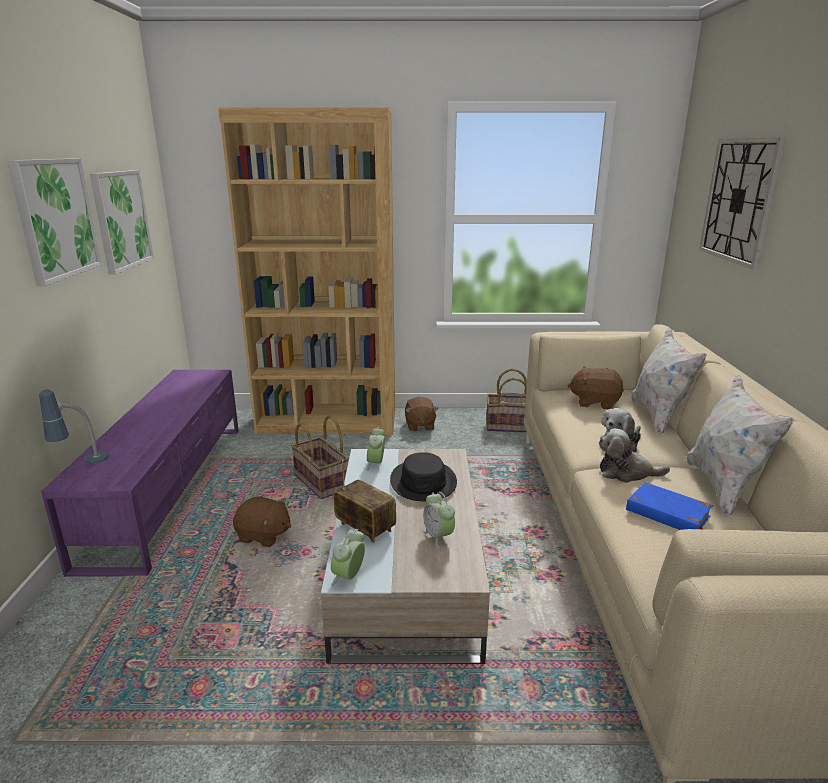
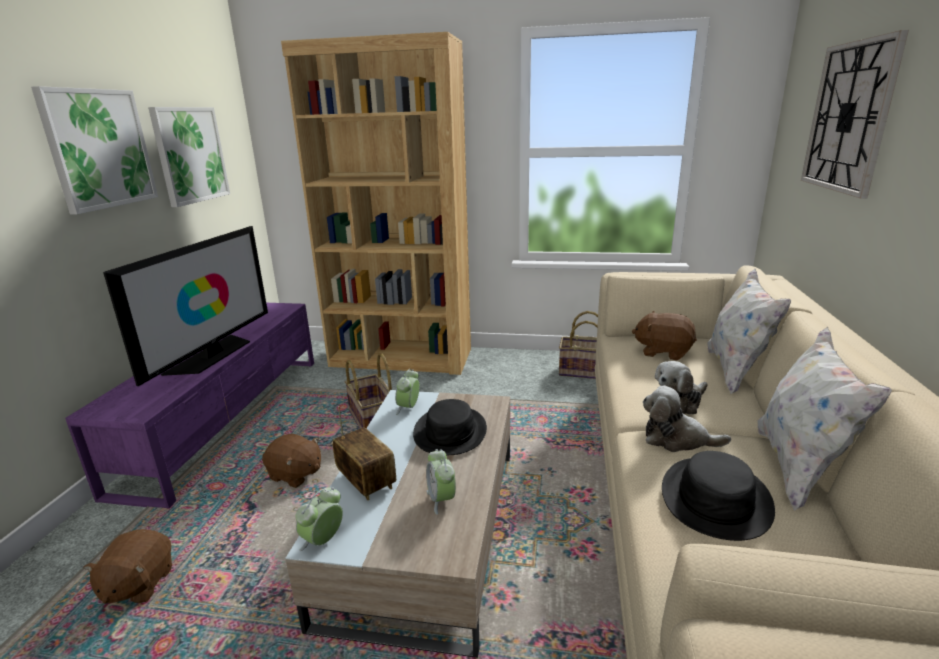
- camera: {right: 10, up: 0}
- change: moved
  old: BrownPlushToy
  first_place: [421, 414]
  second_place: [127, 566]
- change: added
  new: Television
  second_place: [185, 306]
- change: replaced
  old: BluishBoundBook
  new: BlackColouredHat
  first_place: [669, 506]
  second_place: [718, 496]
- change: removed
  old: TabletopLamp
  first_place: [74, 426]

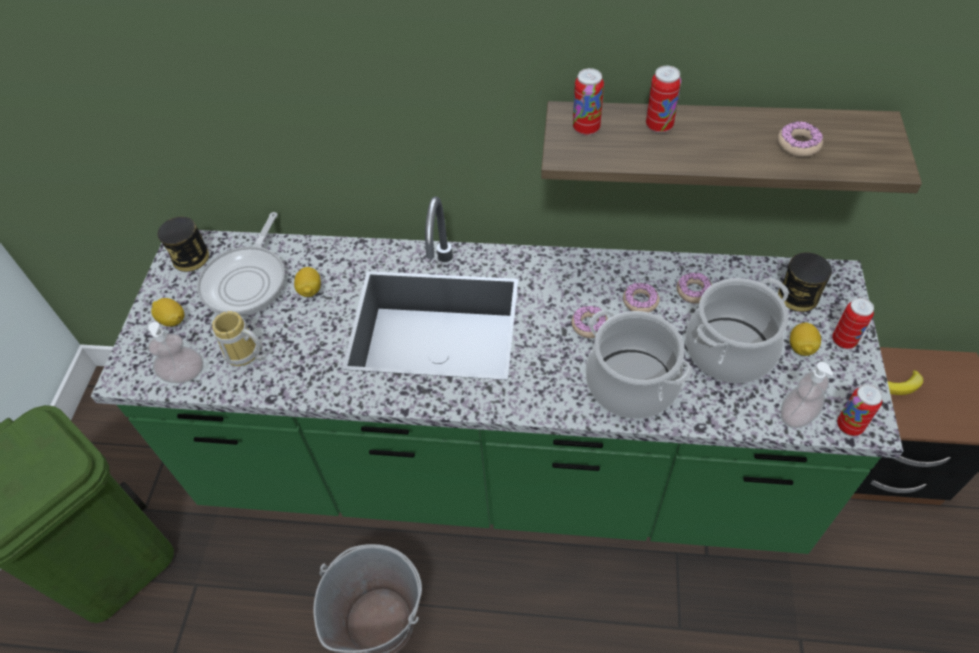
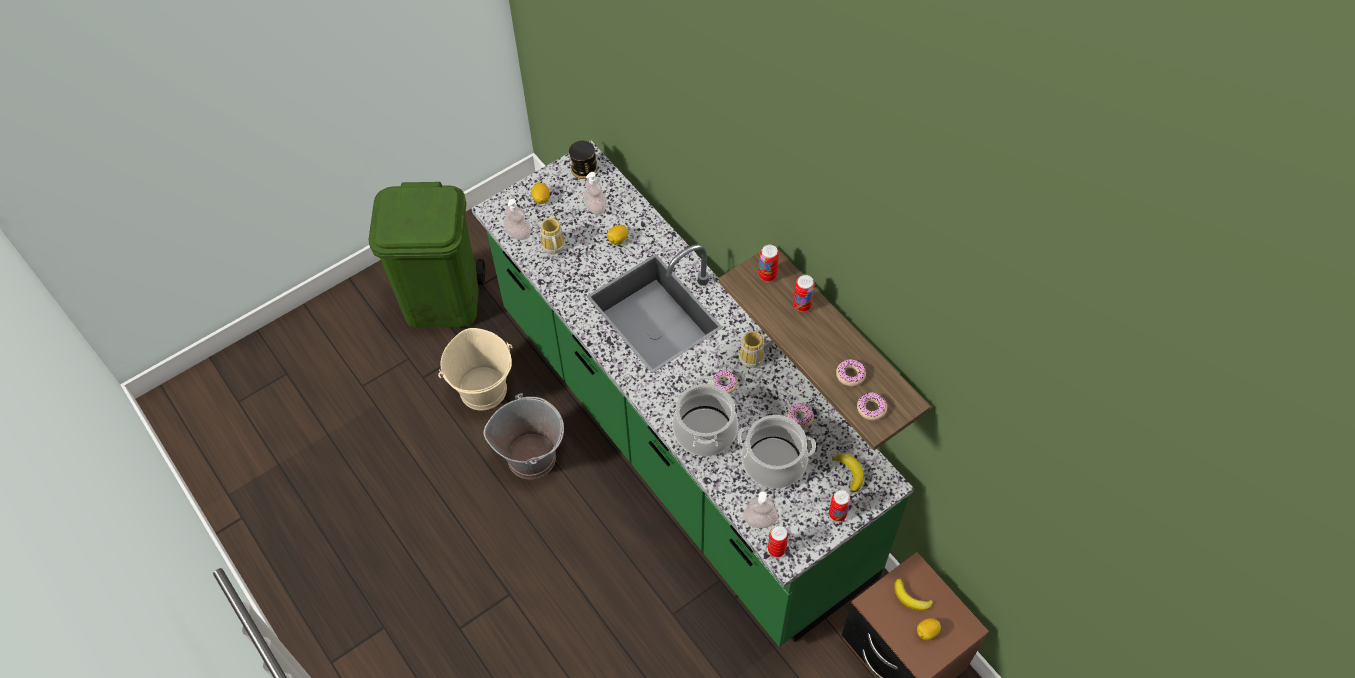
- camera: {right: 45, up: 5}
- change: added
  new: BeigeBucket
  second_place: [475, 369]
- change: replaced
  old: FryingPan
  new: LiquidSoapBottle
  first_place: [241, 264]
  second_place: [594, 193]
- change: added
  new: CoffeeMug
  second_place: [756, 349]
- change: replaced
  old: SealedCan
  new: BananaFruit
  first_place: [805, 282]
  second_place: [848, 472]
- change: moved
  old: RingDoughnut
  first_place: [641, 297]
  second_place: [872, 406]
- change: moved
  old: WholeLemon
  first_place: [805, 339]
  second_place: [929, 629]

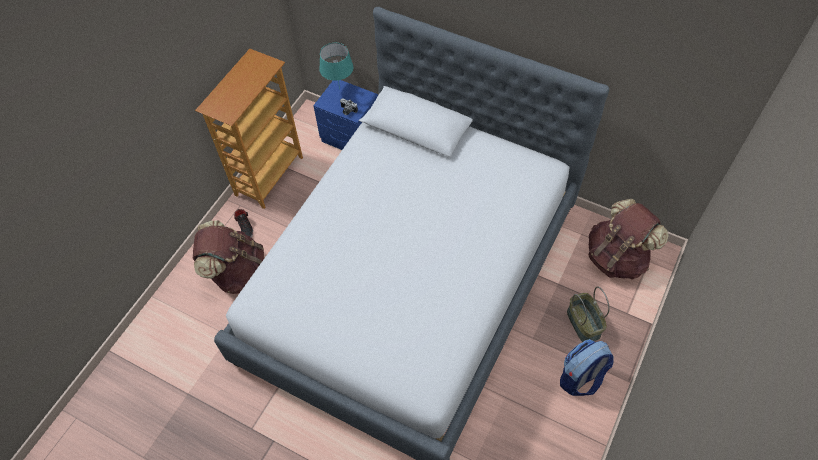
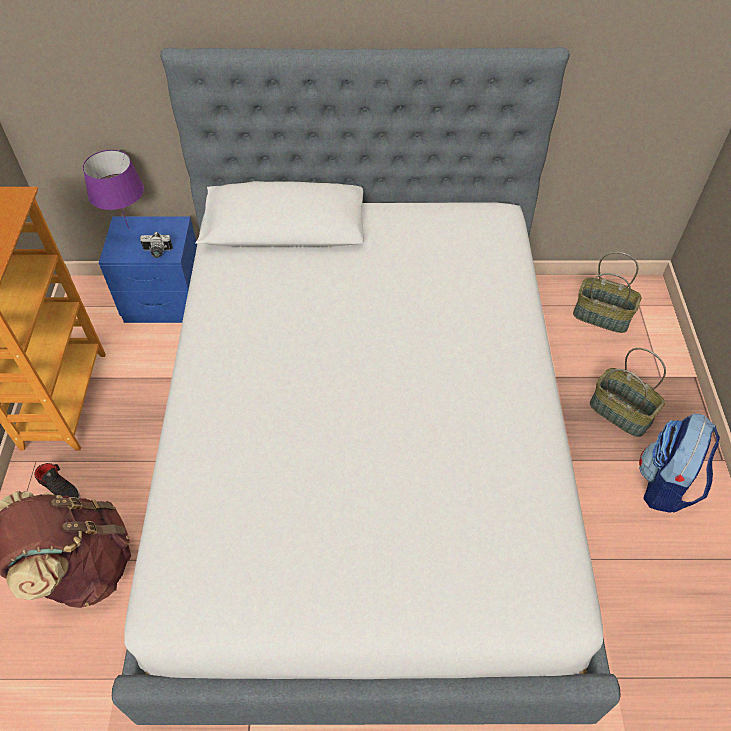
- camera: {right: -30, up: -5}
- change: recoloured
  old: TurquoiseColouredTabletopLamp
  new: PurpleTabletopLamp
  first_place: [336, 66]
  second_place: [113, 189]
- change: replaced
  old: BrownRucksack
  new: Basket
  first_place: [628, 239]
  second_place: [607, 292]

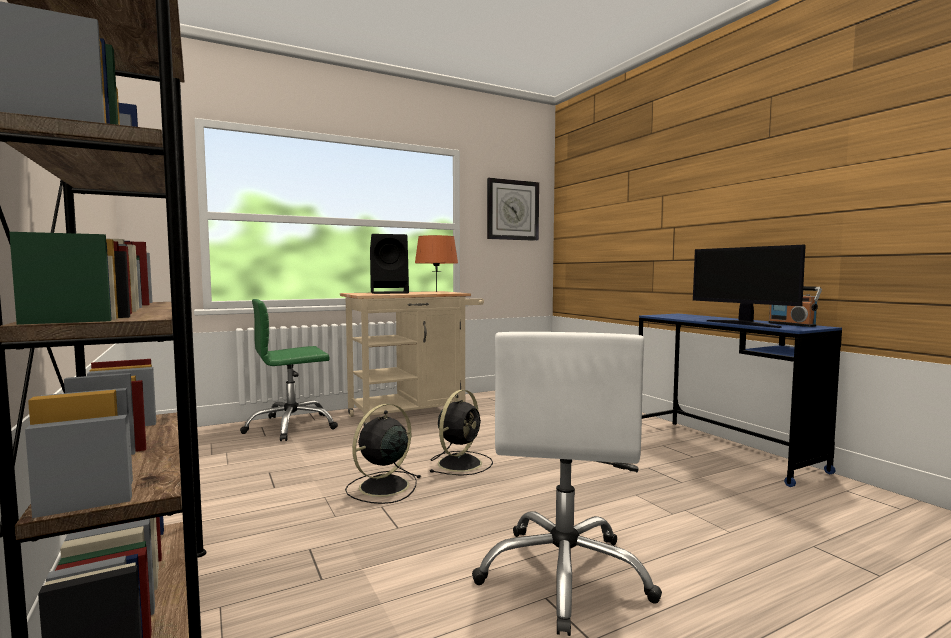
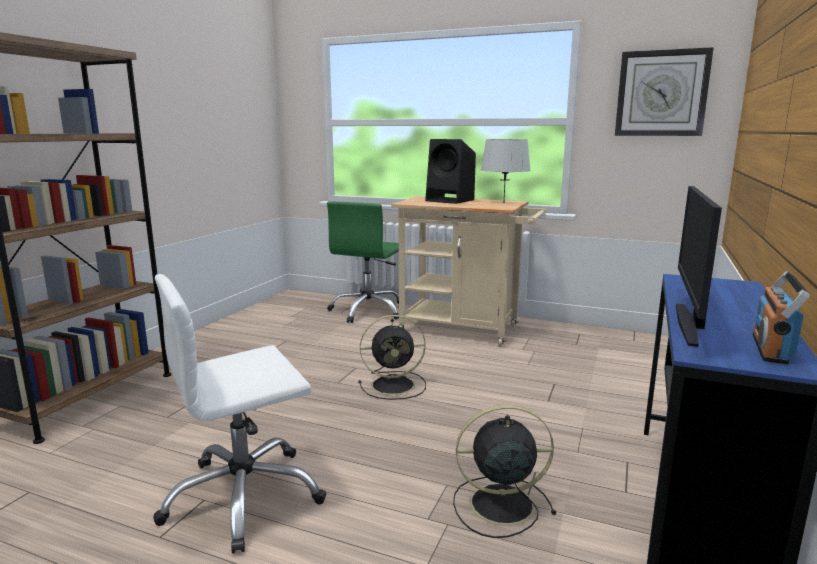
- camera: {right: 50, up: 10}
- change: turned
  old: GreenDeskChair
  first_place: [289, 370]
  second_place: [363, 262]
  degrees: -90
- change: moved
  old: BlackColouredCoolingFan
  first_place: [383, 454]
  second_place: [504, 471]
- change: recoloured
  old: OrangeTabletopLamp
  new: GrayTabletopLamp
  first_place: [436, 263]
  second_place: [506, 169]

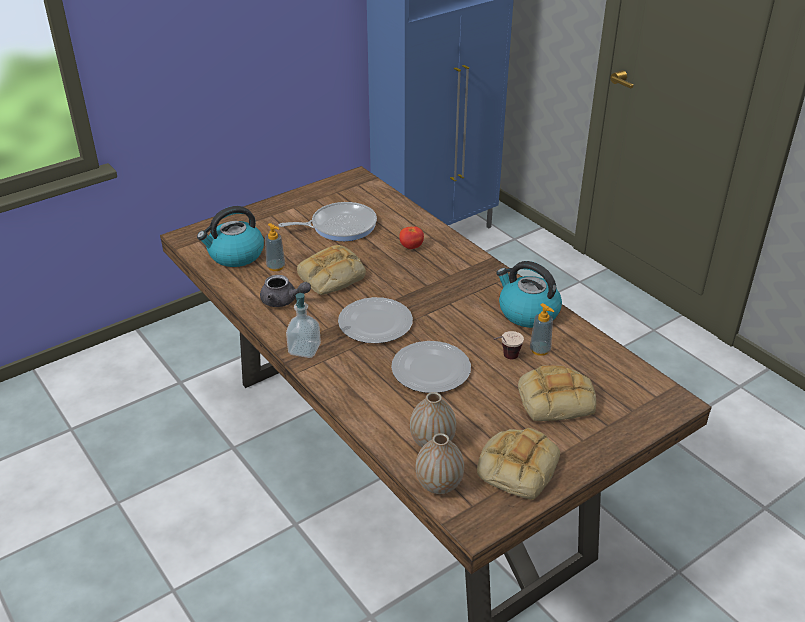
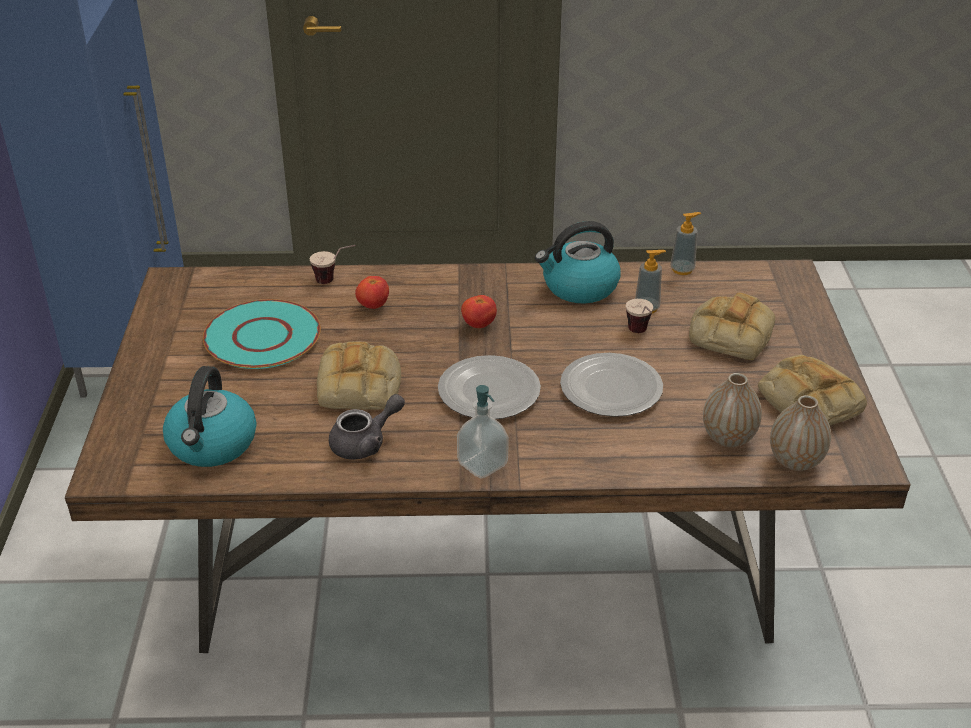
- camera: {right: -55, up: 0}
- change: replaced
  old: FryingPan
  new: TurquoiseColouredPlate
  first_place: [328, 221]
  second_place: [262, 334]
- change: added
  new: SmallCup
  second_place: [333, 264]
- change: added
  new: WholeTomato
  second_place: [479, 311]
- change: moved
  old: LiquidSoapBottle
  first_place: [275, 247]
  second_place: [685, 243]

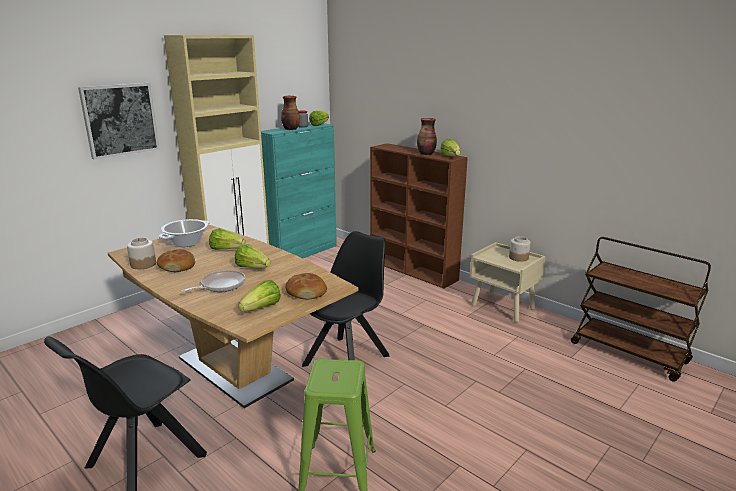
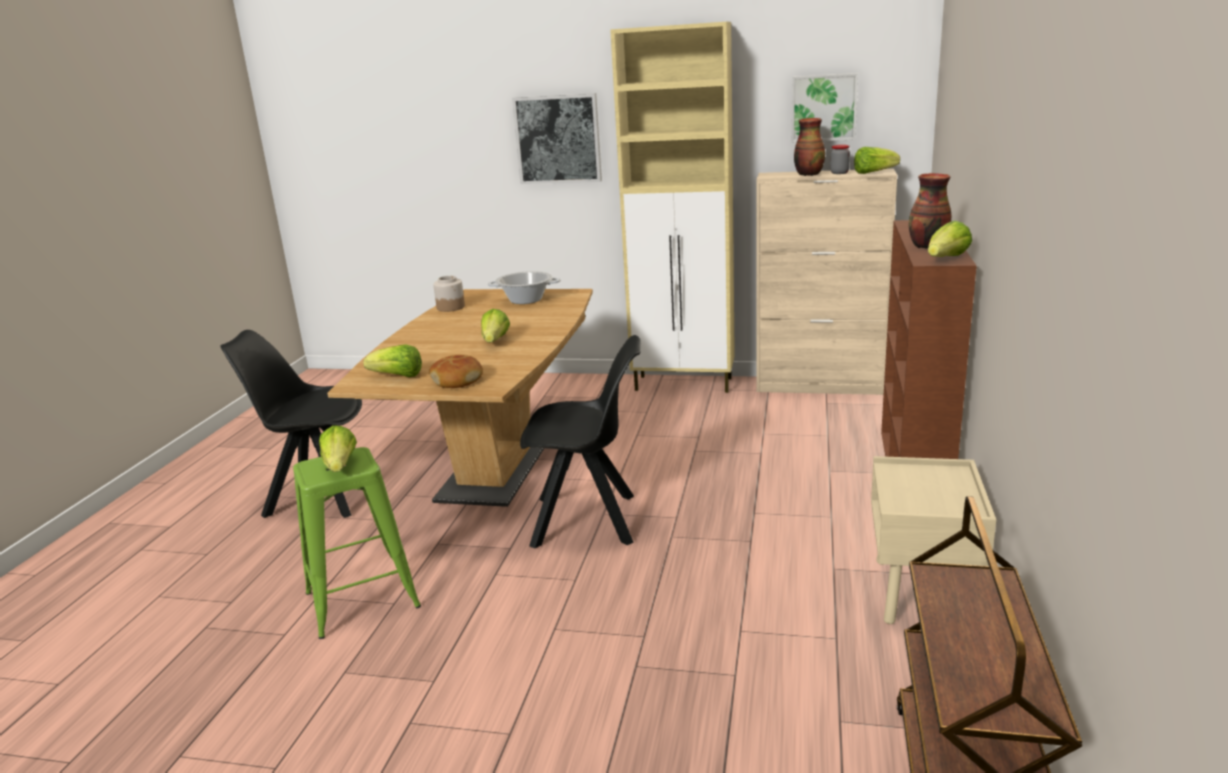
- camera: {right: 60, up: 0}
- change: moved
  old: HeadOfLettuce
  first_place: [227, 239]
  second_place: [338, 449]
- change: recoloured
  old: TurquoiseColouredCabinet
  new: BeigeCabinet
  first_place: [299, 190]
  second_place: [827, 282]
- change: added
  new: WallArt
  second_place: [825, 107]
- change: removed
  old: BakeryBread
  first_place: [176, 260]
- change: removed
  old: FryingPan
  first_place: [213, 281]
- change: removed
  old: PreserveJar
  first_place: [520, 249]

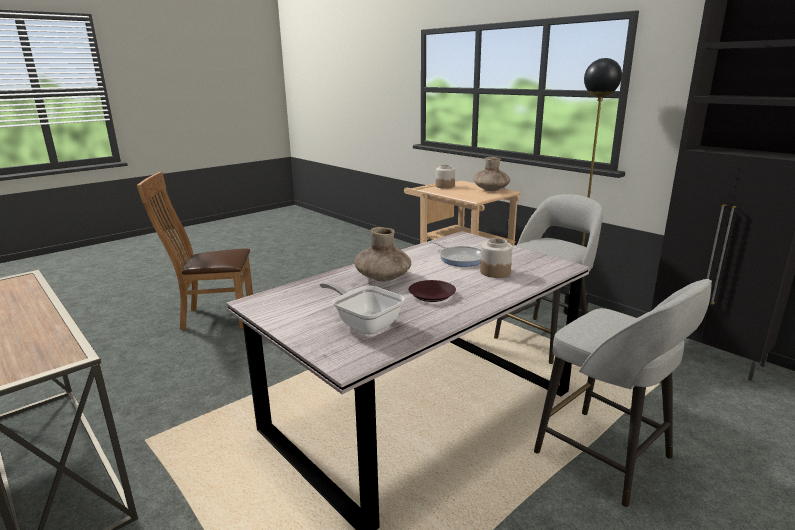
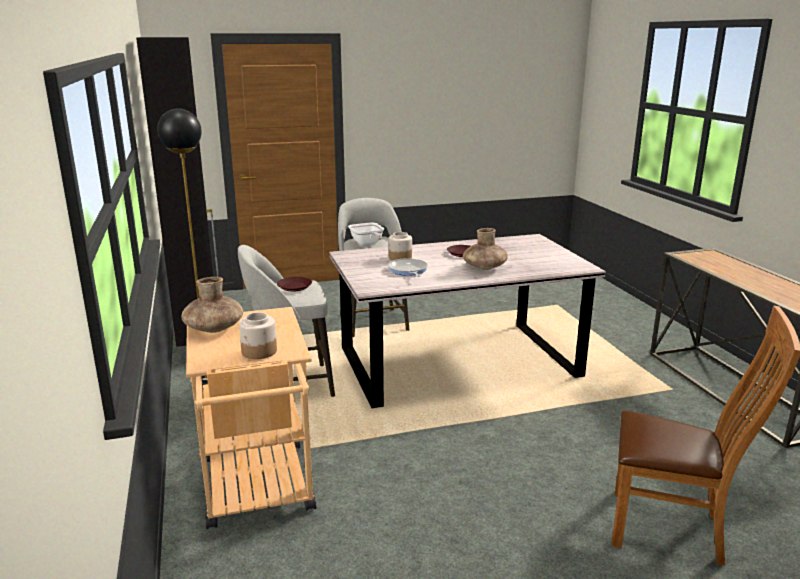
- camera: {right: -155, up: 0}
- change: added
  new: BrownPlate
  second_place: [294, 284]
- change: moved
  old: FryingPan
  first_place: [362, 308]
  second_place: [366, 233]

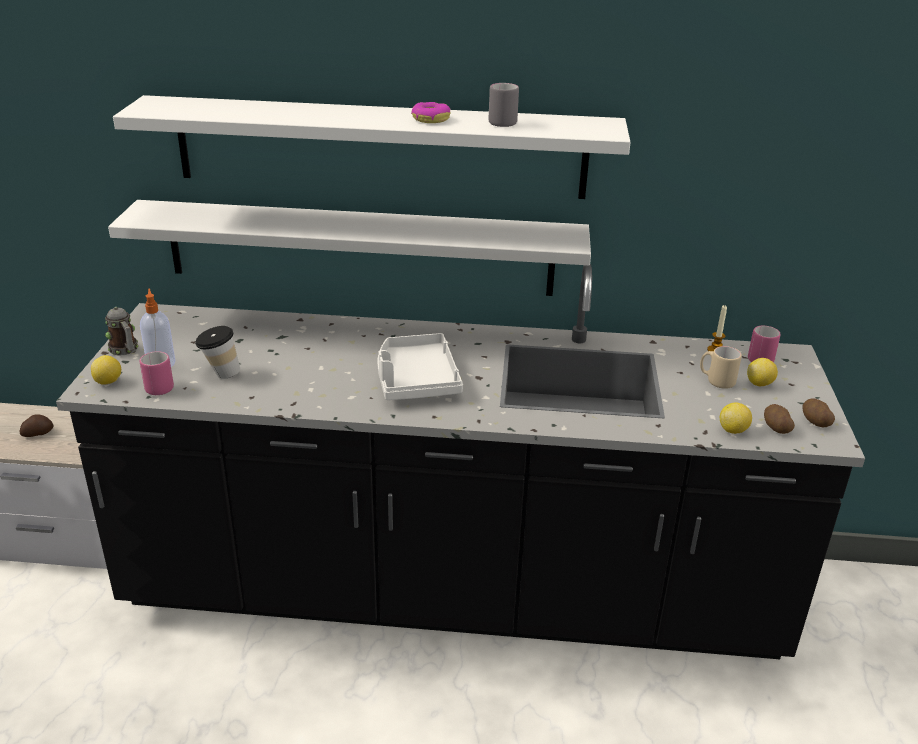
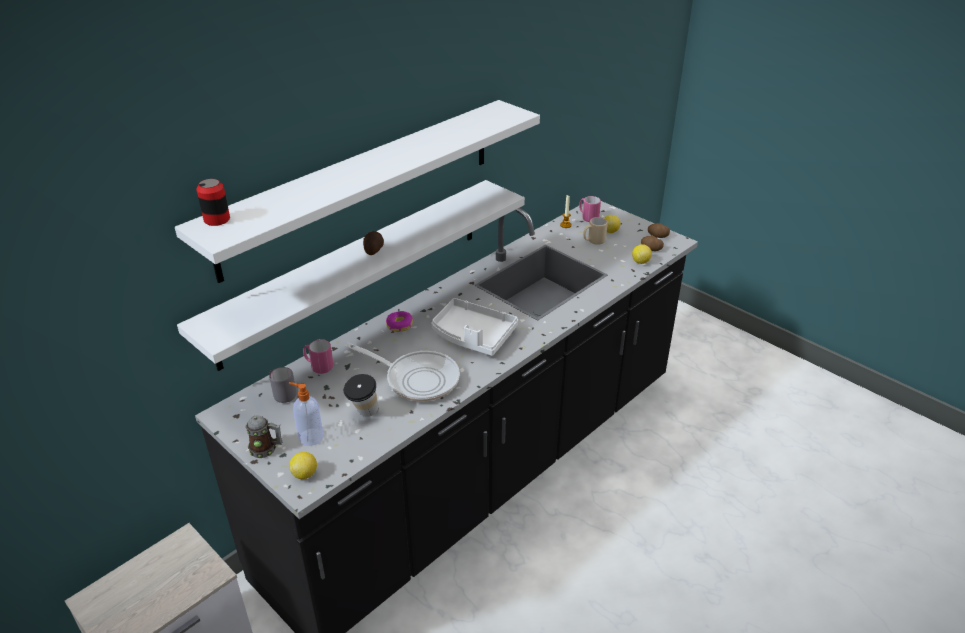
- camera: {right: -50, up: 5}
- change: added
  new: SealedCan
  second_place: [213, 202]
- change: moved
  old: GrayCoffeeMug
  first_place: [504, 105]
  second_place: [283, 385]
- change: moved
  old: PinkCoffeeMug
  first_place: [157, 373]
  second_place: [318, 356]
- change: added
  new: FryingPan
  second_place: [402, 372]
- change: moved
  old: Potato
  first_place: [37, 425]
  second_place: [373, 243]
- change: moved
  old: RingDoughnut
  first_place: [430, 112]
  second_place: [399, 321]

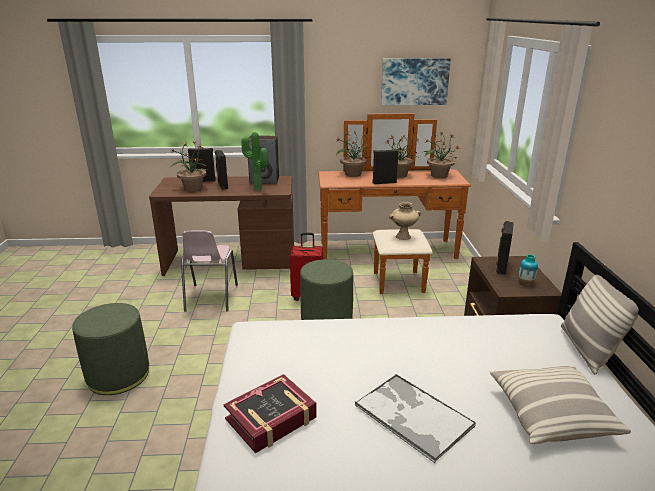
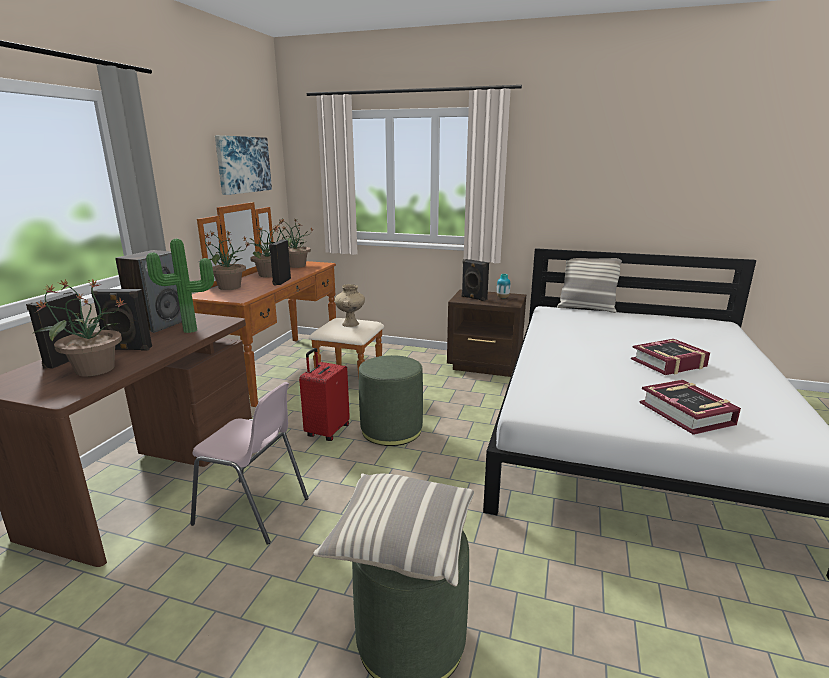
- camera: {right: -70, up: -5}
- change: moved
  old: Pillow
  first_place: [560, 405]
  second_place: [393, 530]
- change: replaced
  old: CarryingTray
  new: BoundBook
  first_place: [415, 418]
  second_place: [670, 357]

